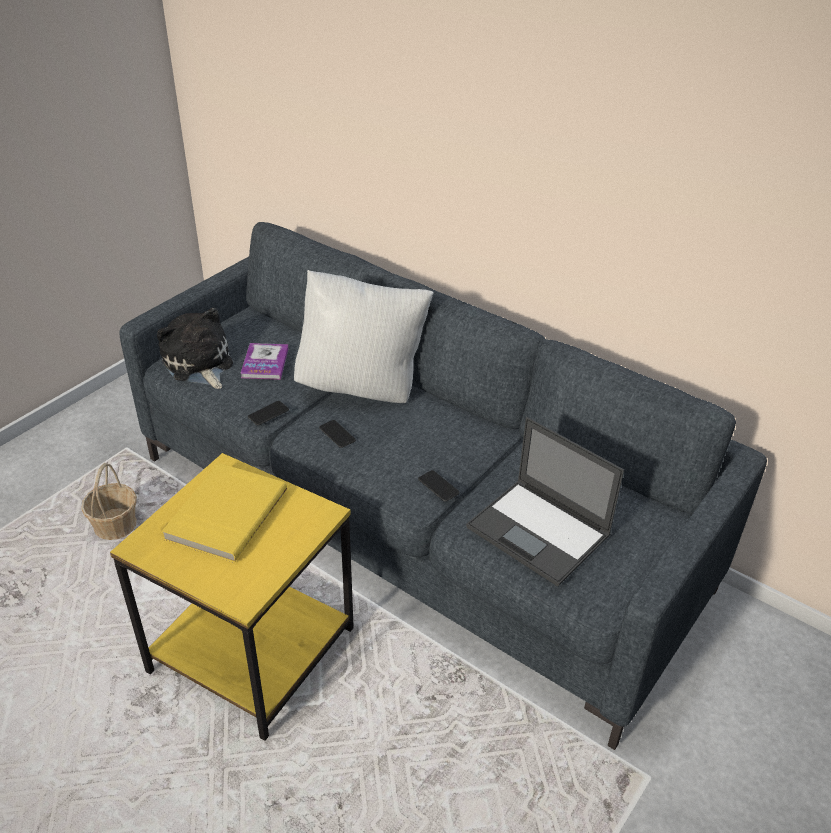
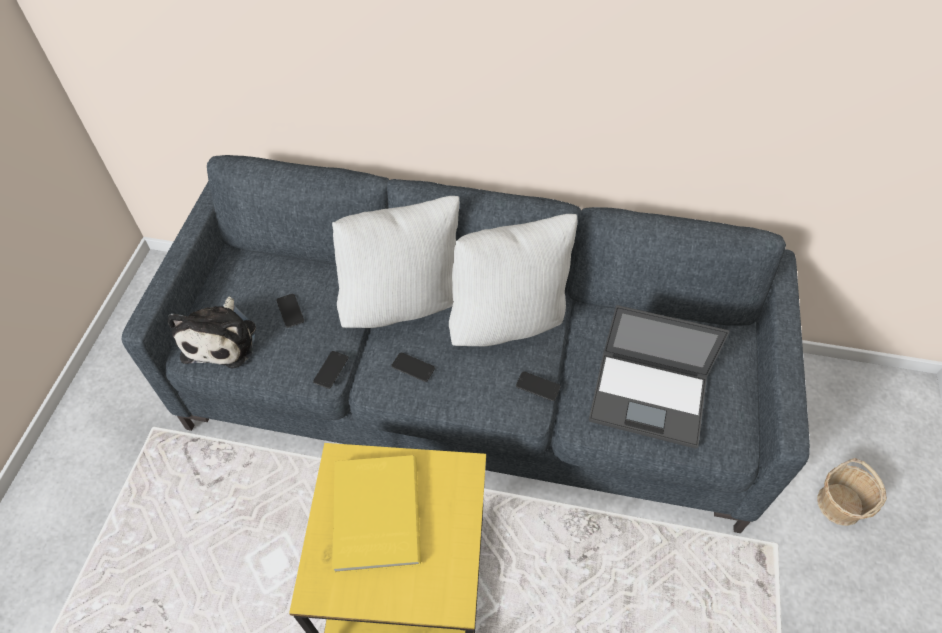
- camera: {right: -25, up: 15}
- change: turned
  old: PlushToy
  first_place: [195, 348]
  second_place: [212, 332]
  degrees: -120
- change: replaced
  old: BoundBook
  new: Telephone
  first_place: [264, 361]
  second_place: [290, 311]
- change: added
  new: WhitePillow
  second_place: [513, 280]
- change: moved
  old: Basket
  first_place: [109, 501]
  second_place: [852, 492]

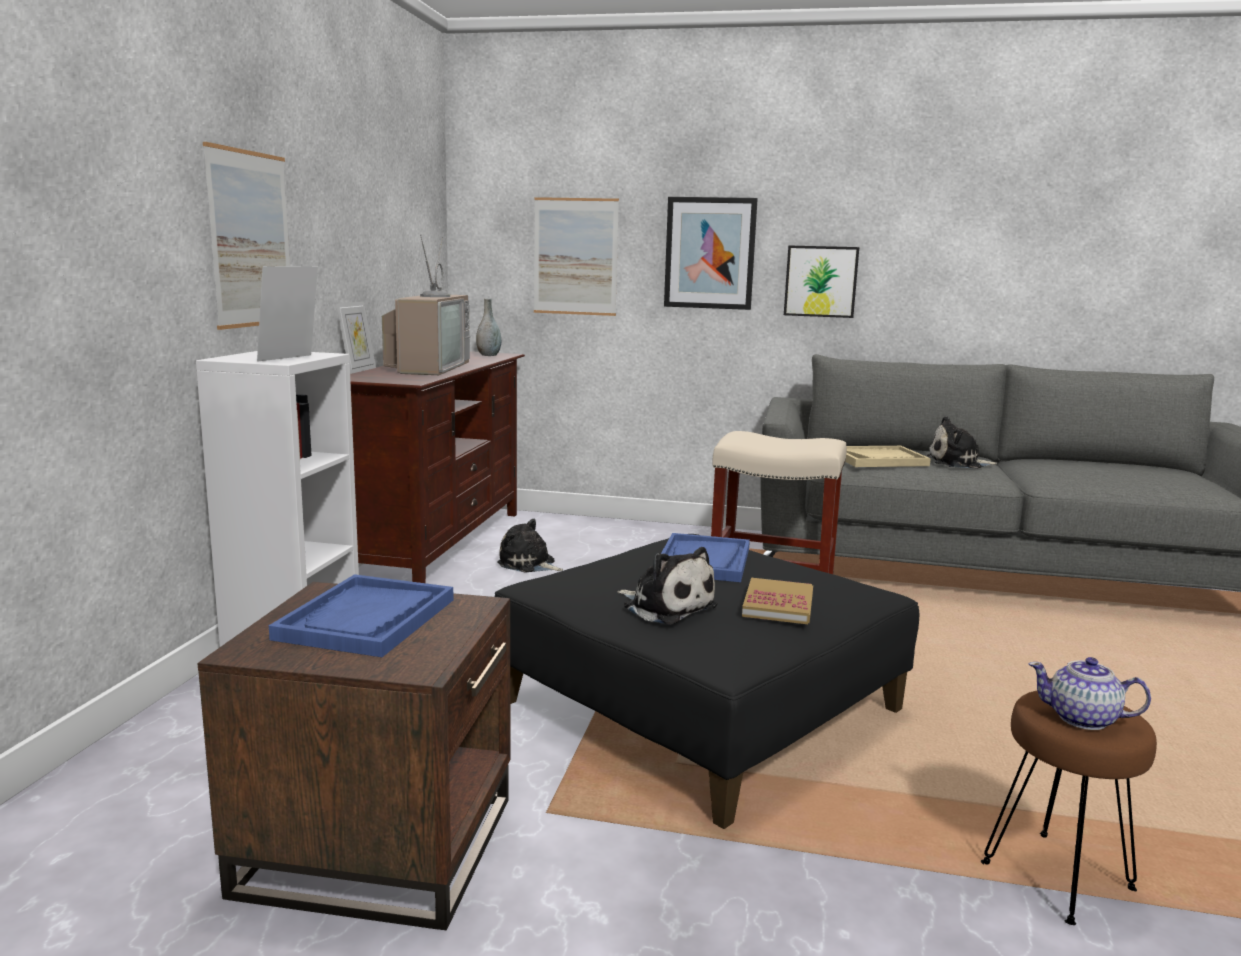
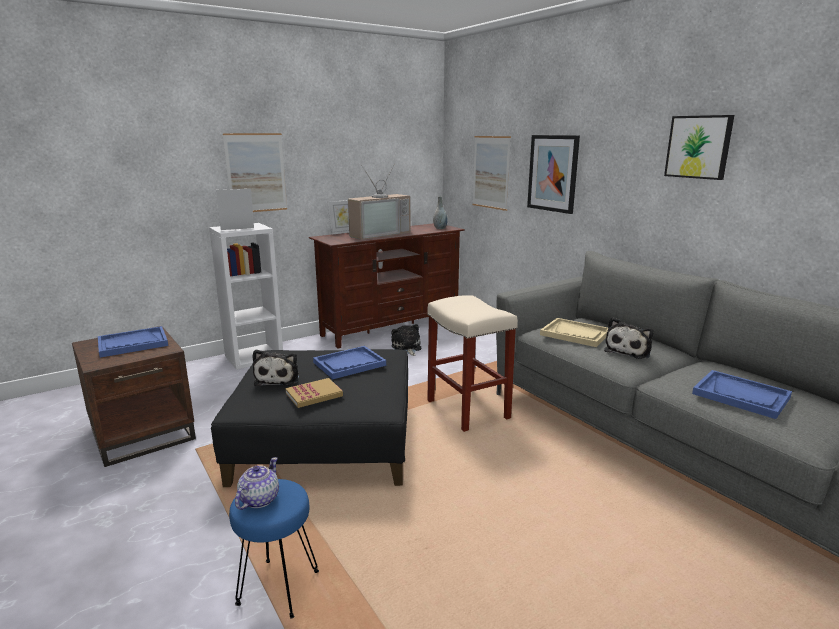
- camera: {right: 45, up: 5}
- change: recoloured
  old: BrownStool
  new: BluishStool
  first_place: [1069, 808]
  second_place: [274, 548]
- change: turned
  old: TeaPot
  first_place: [1089, 693]
  second_place: [257, 483]
  degrees: 45
- change: turned
  old: PlushToy
  first_place: [962, 442]
  second_place: [629, 338]
  degrees: -105
- change: moved
  old: WallArt
  first_place: [821, 281]
  second_place: [699, 147]
- change: added
  new: BluishCarryingTray
  second_place: [742, 394]

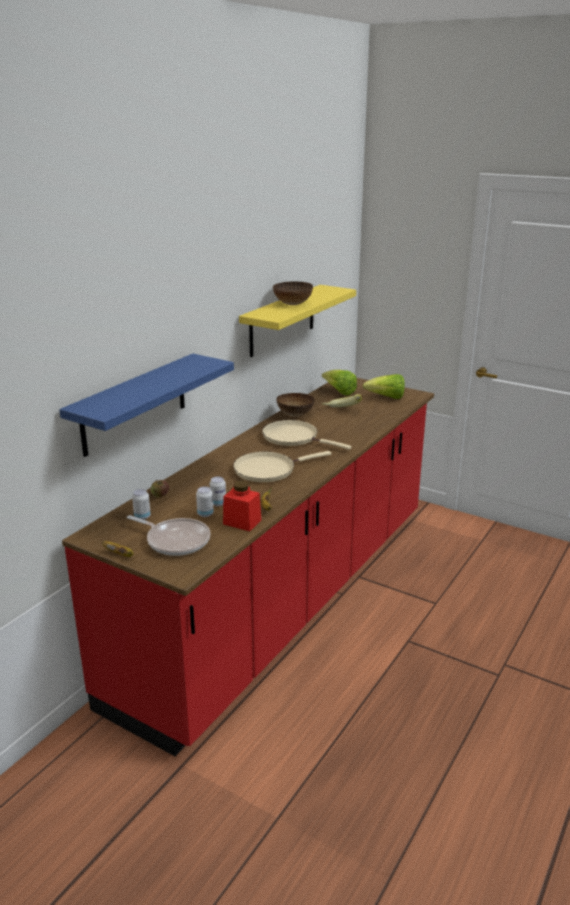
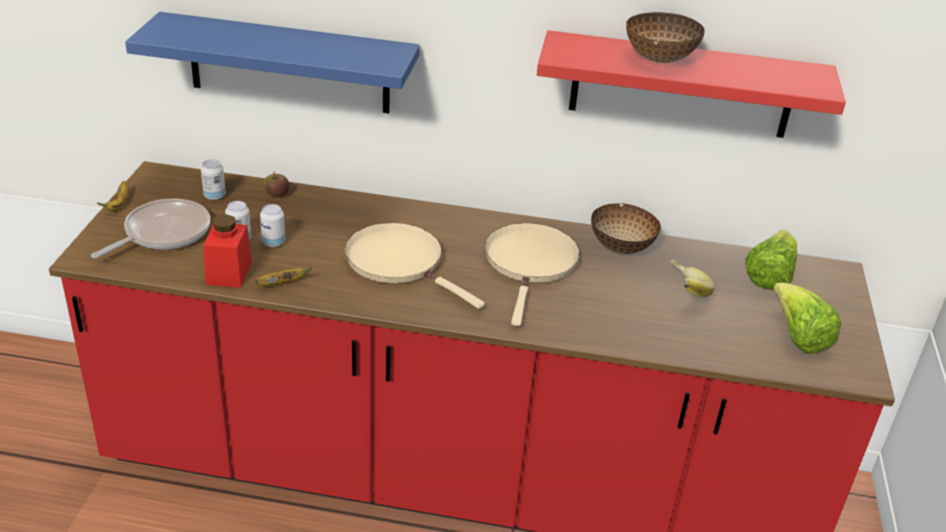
- camera: {right: 65, up: 10}
- change: turned
  old: FryingPan
  first_place: [168, 535]
  second_place: [150, 228]
  degrees: -150
- change: recoloured
  old: YellowishShelf
  new: RedColouredShelf
  first_place: [297, 321]
  second_place: [691, 84]

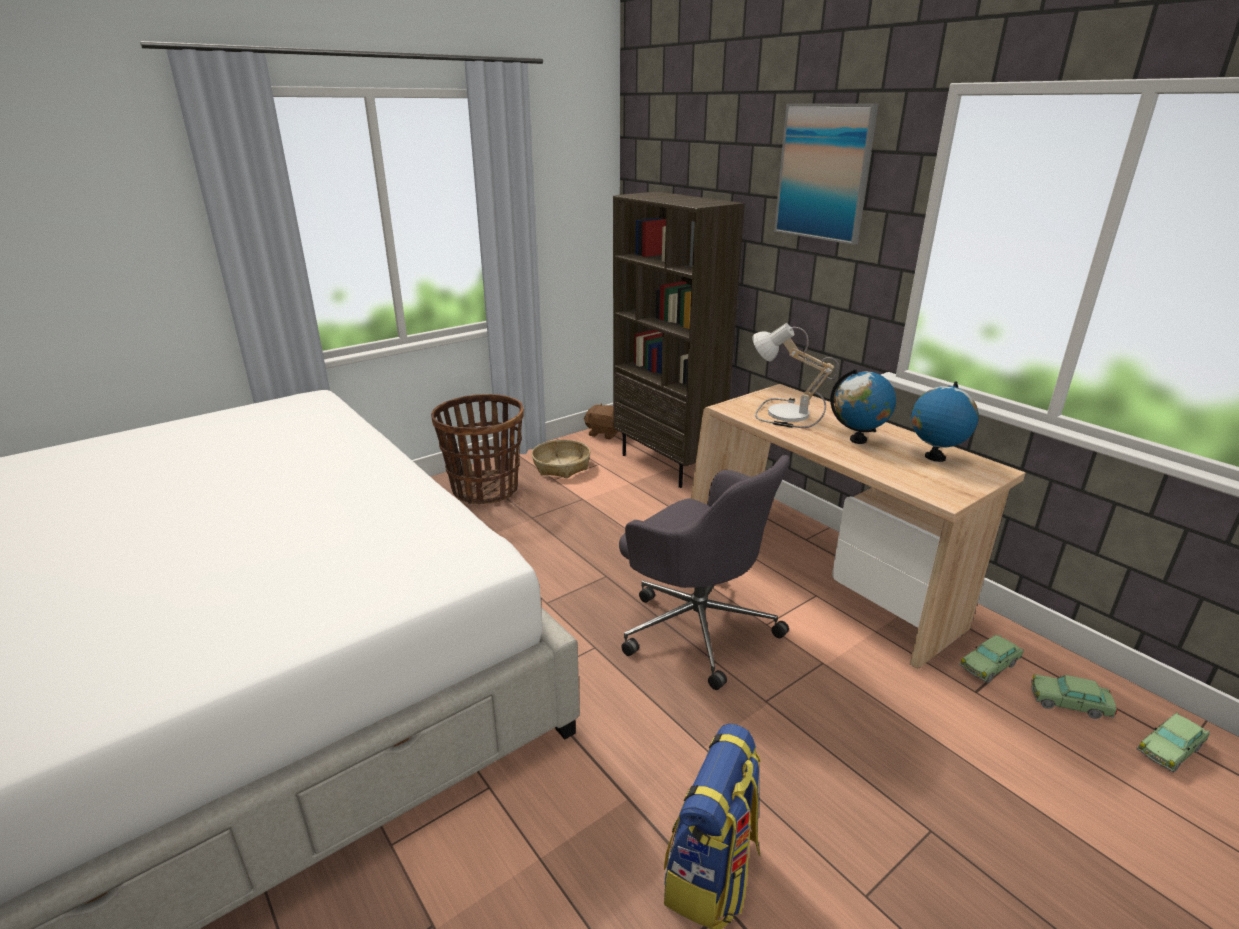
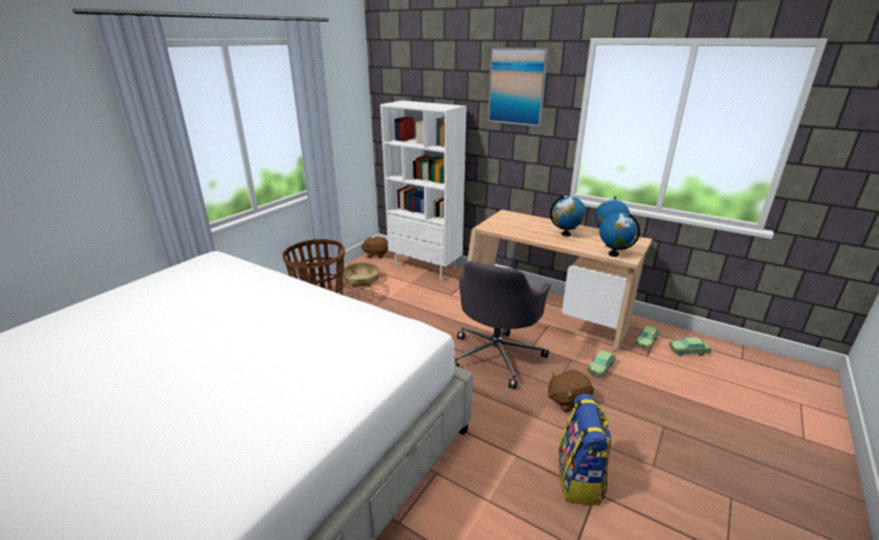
- camera: {right: -20, up: 0}
- change: recoloured
  old: BrownBookcase
  new: WhiteBookcase
  first_place: [679, 340]
  second_place: [423, 190]
- change: turned
  old: GrayDeskChair
  first_place: [704, 572]
  second_place: [502, 325]
  degrees: 90
- change: added
  new: BrownPlushToy
  second_place: [571, 391]
- change: moved
  old: MiniatureCar
  first_place: [1173, 742]
  second_place: [601, 364]
- change: added
  new: Globe
  second_place: [619, 235]
- change: removed
  old: TabletopLamp
  first_place: [795, 375]

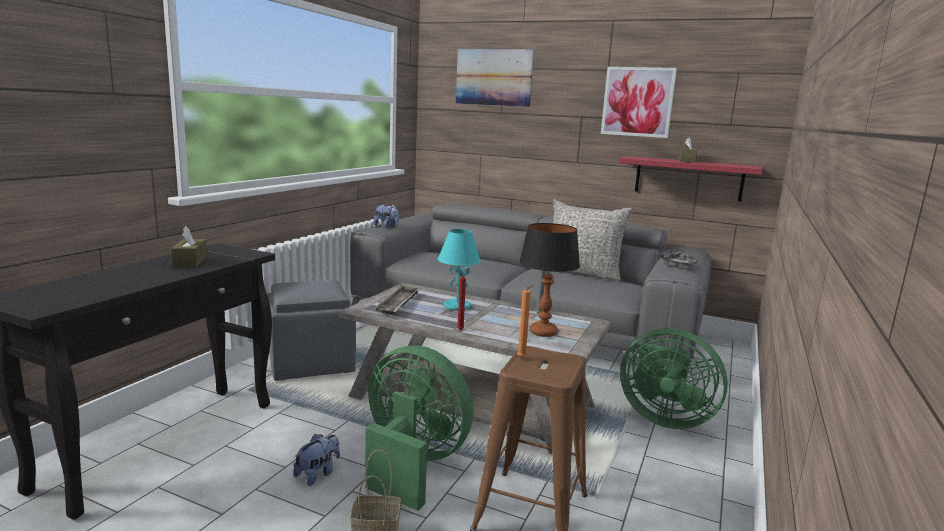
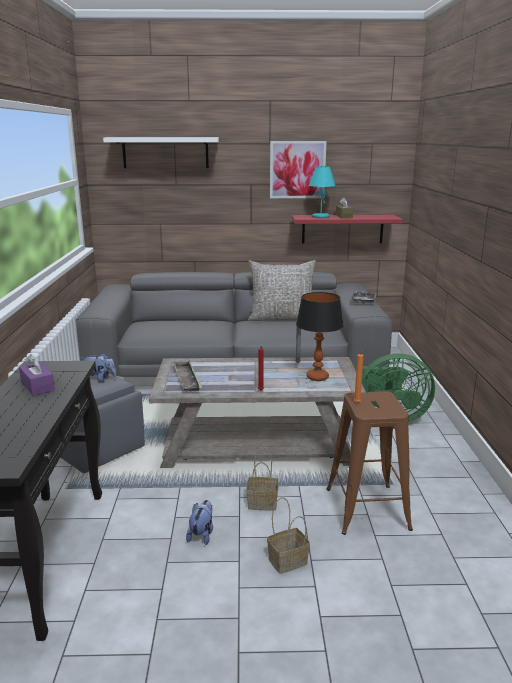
- camera: {right: -25, up: 5}
- change: recoloured
  old: BrownTissueHolder
  new: PurpleTissueHolder
  first_place: [189, 246]
  second_place: [37, 375]
- change: moved
  old: PlushToy
  first_place: [386, 216]
  second_place: [98, 368]
- change: replaced
  old: WallArt
  new: WhiteShelf
  first_place: [495, 78]
  second_place: [161, 152]
- change: replaced
  old: GreenCoolingFan
  new: Basket
  first_place: [419, 428]
  second_place: [262, 478]
- change: moved
  old: TurquoiseColouredTabletopLamp
  first_place: [459, 270]
  second_place: [322, 192]

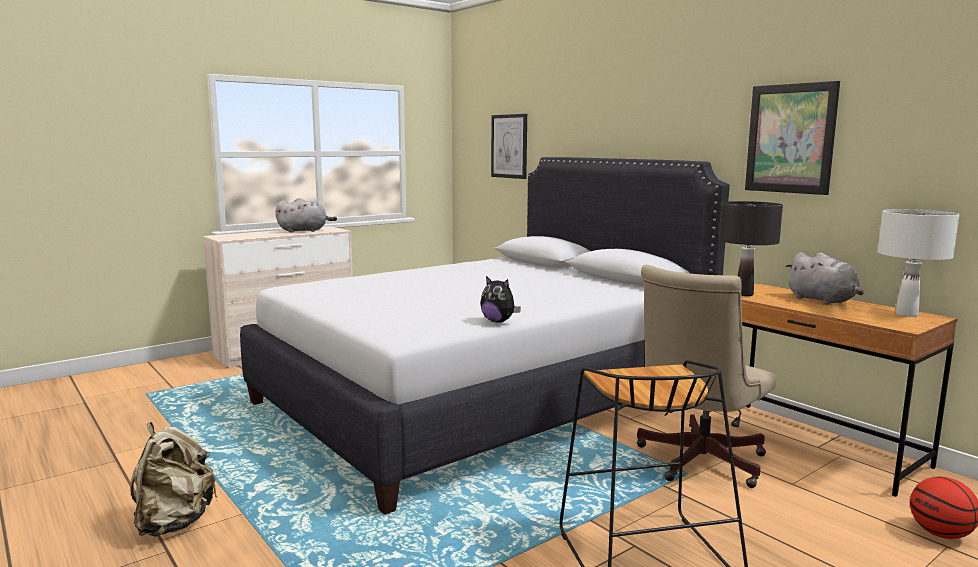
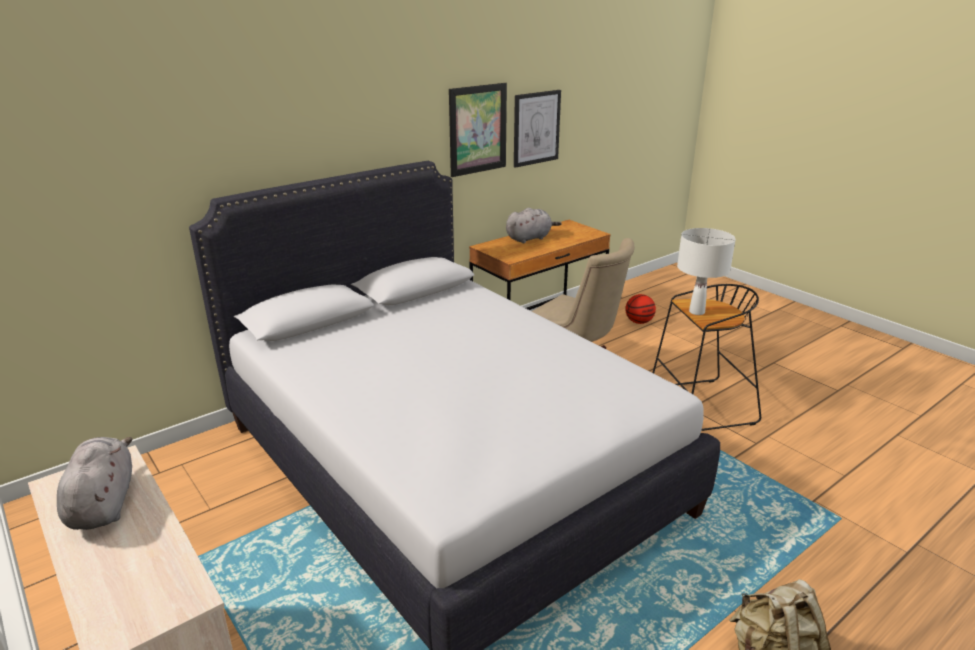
- camera: {right: -90, up: 15}
- change: moved
  old: WallArt
  first_place: [509, 146]
  second_place: [537, 129]
- change: moved
  old: WhiteTabletopLamp
  first_place: [919, 263]
  second_place: [706, 271]
- change: removed
  old: PlushToy
  first_place: [500, 299]
- change: removed
  old: BlackColouredTabletopLamp
  first_place: [751, 248]

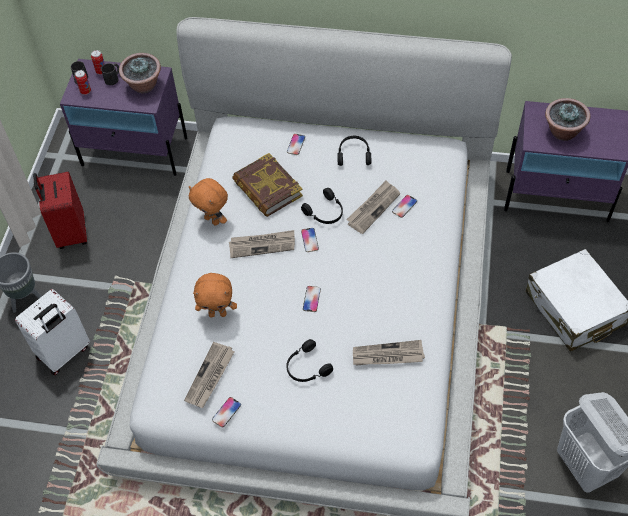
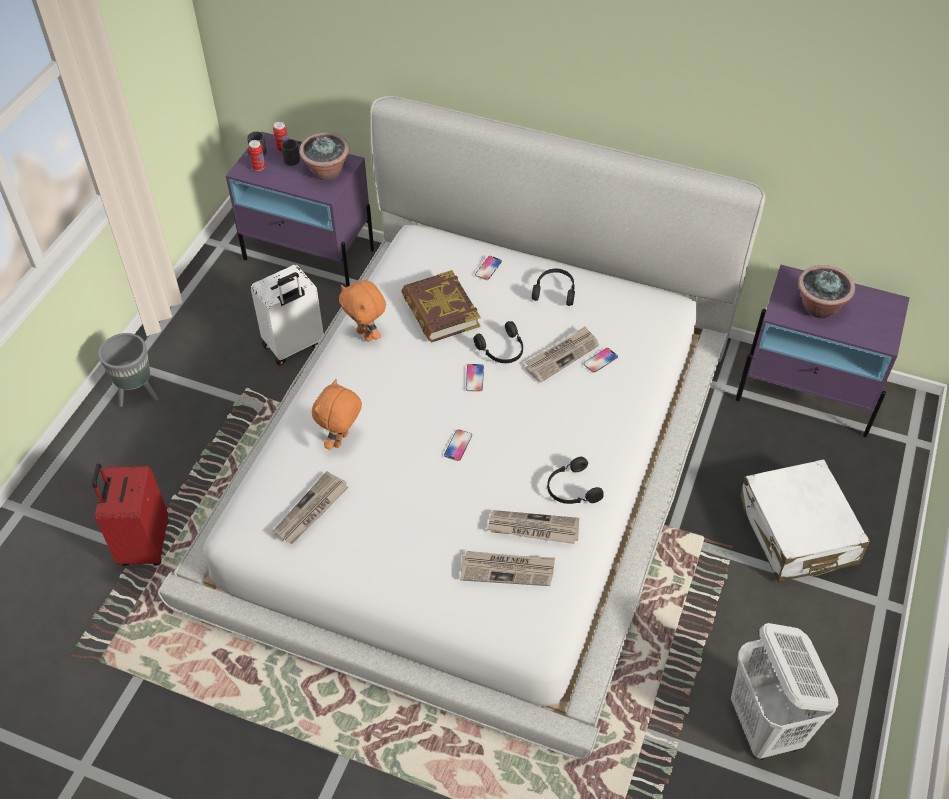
- camera: {right: 10, up: -5}
- change: moved
  old: RedColouredTravelCase
  first_place: [60, 210]
  second_place: [130, 515]
- change: moved
  old: WhiteTravelCase
  first_place: [52, 332]
  second_place: [287, 314]
- change: turned
  old: OrangePlushToy
  first_place: [215, 295]
  second_place: [337, 414]
  degrees: 105
- change: moved
  old: DailyPaper
  first_place: [262, 244]
  second_place: [507, 568]
- change: moved
  old: BlackColouredHeadphones
  first_place: [309, 360]
  second_place: [575, 480]
- change: removed
  old: Telephone
  first_place: [226, 412]

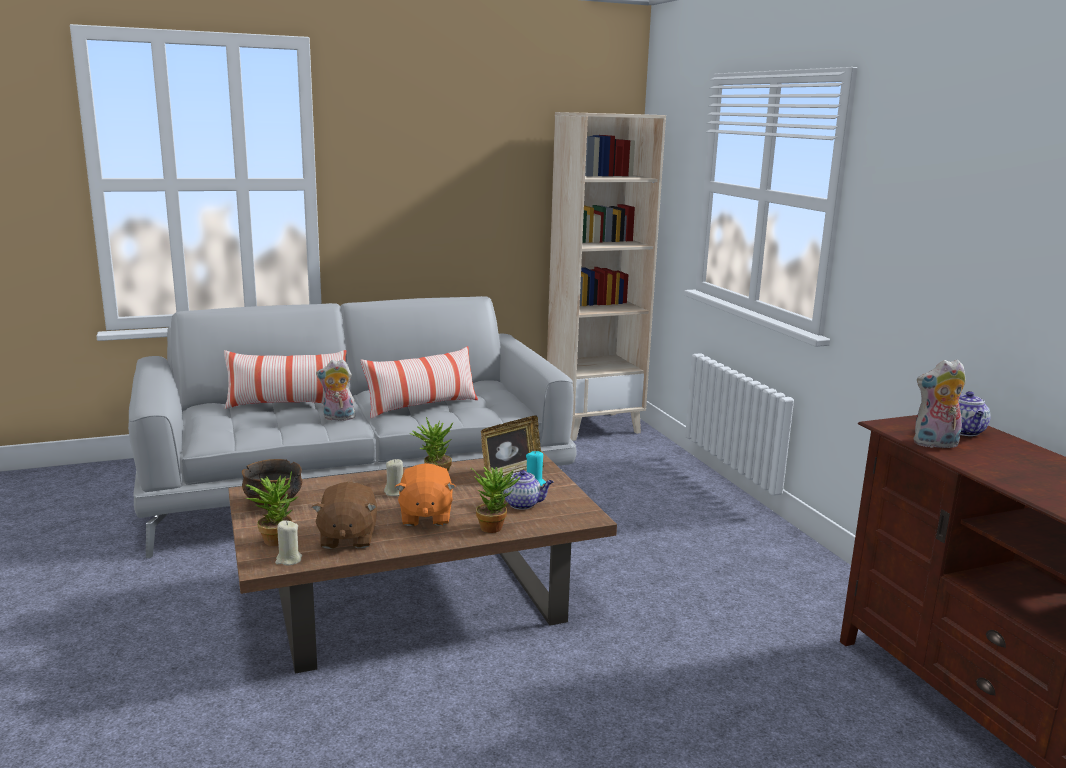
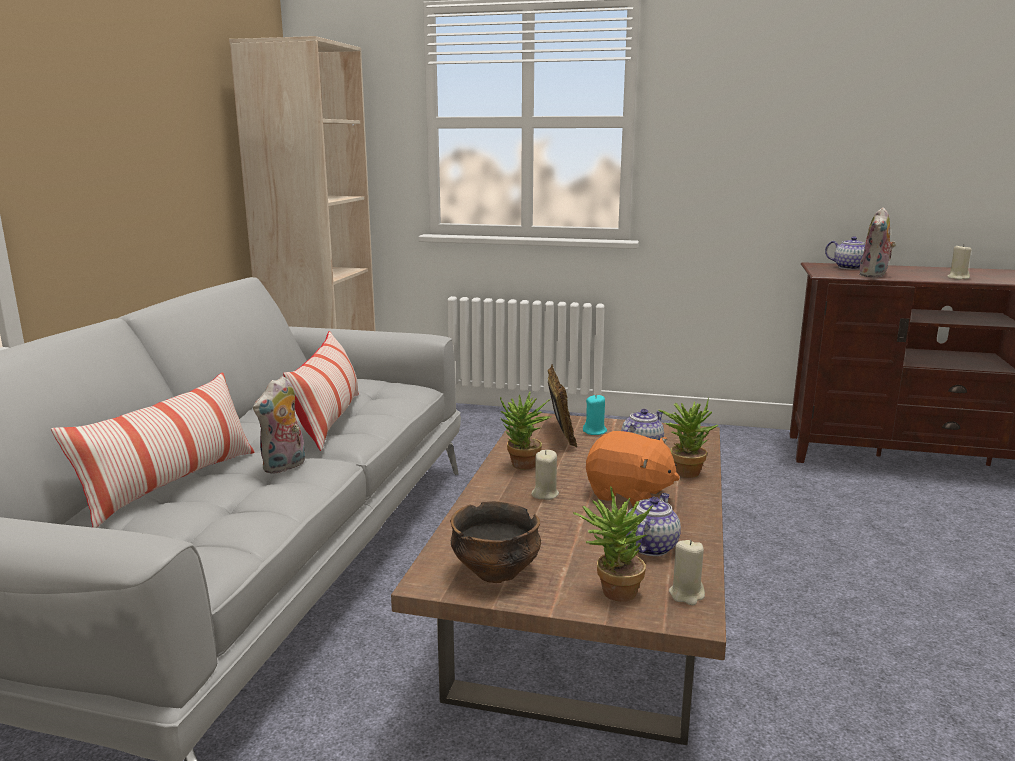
- camera: {right: -55, up: 0}
- change: replaced
  old: BrownPlushToy
  new: TeaPot
  first_place: [344, 515]
  second_place: [653, 524]
- change: added
  new: BeigeWaxLight
  second_place: [959, 262]

